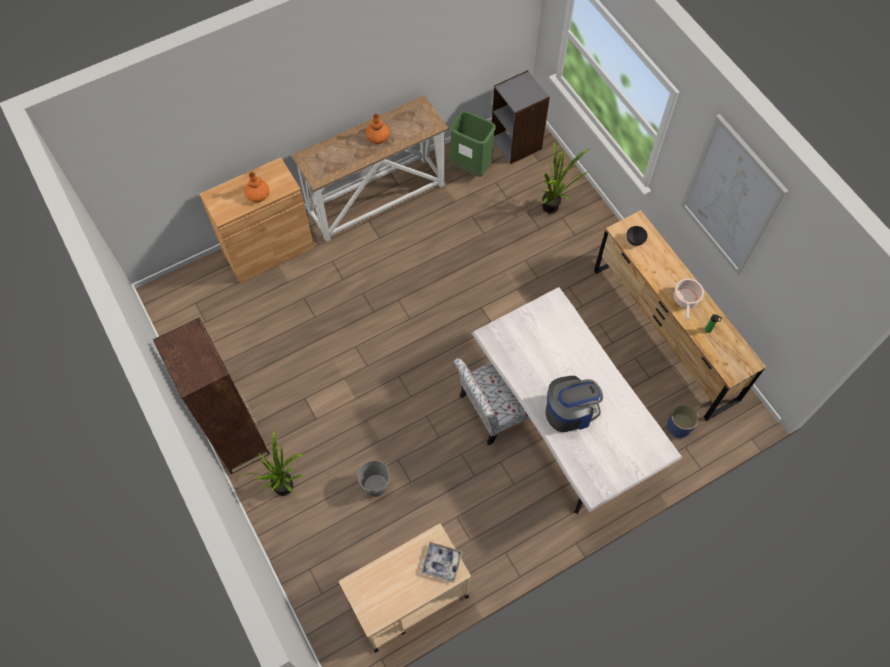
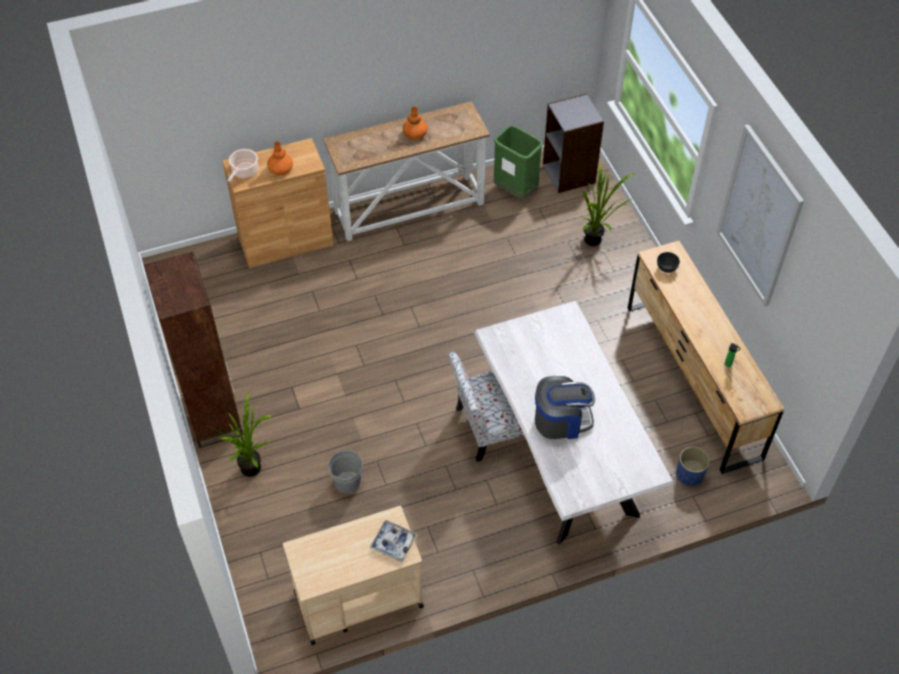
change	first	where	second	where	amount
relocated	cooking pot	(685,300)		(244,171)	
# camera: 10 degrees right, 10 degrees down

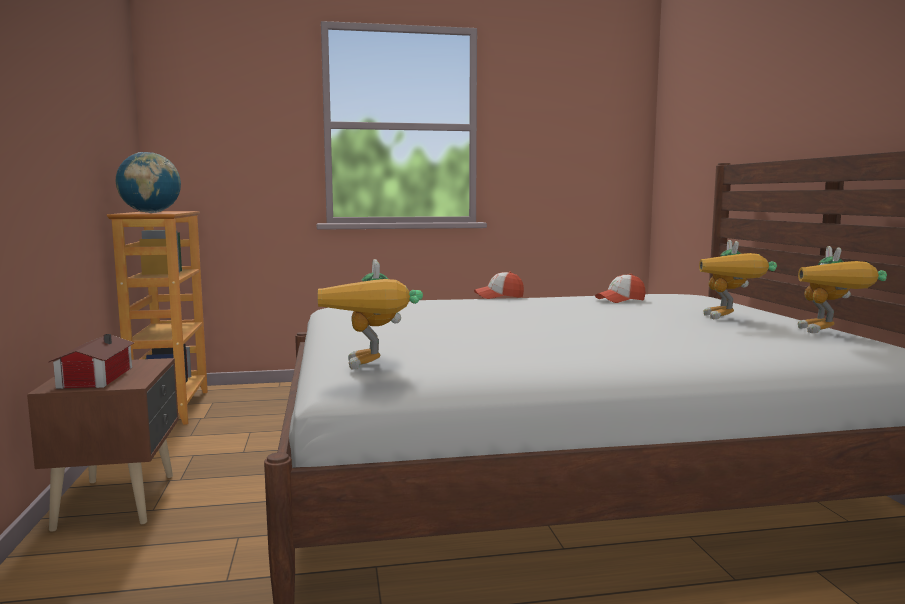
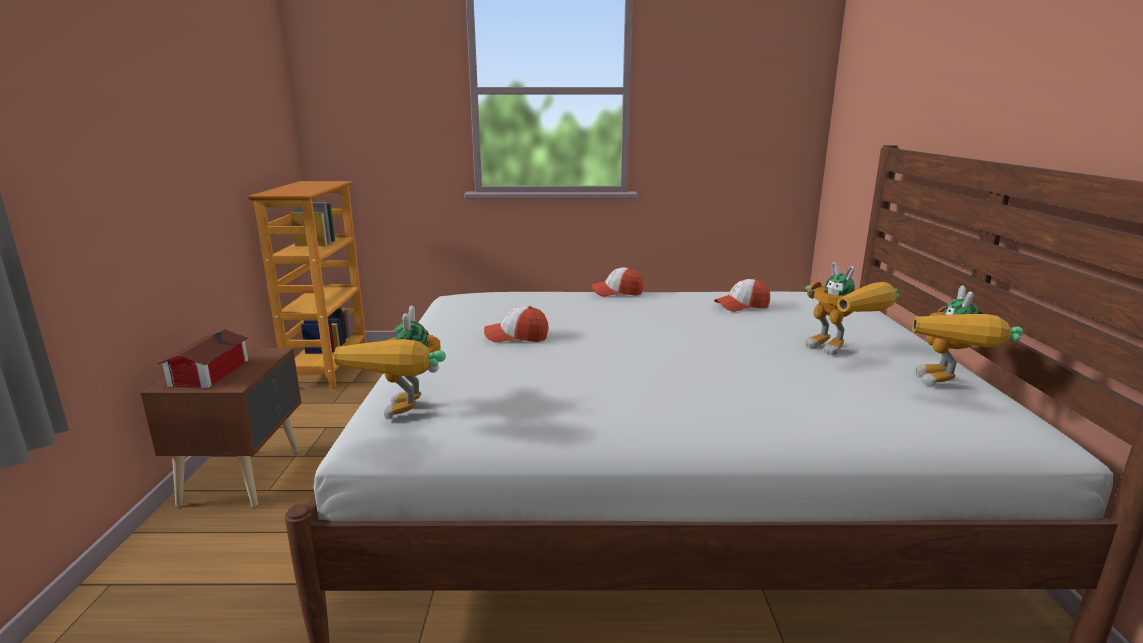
change	first	where	second	where	amount
missing	globe	(150,213)			
spun	toy robot	(729,319)		(842,351)	45 degrees counterclockwise
appeared			baseball cap	(516,337)	
# camera: 10 degrees right, 10 degrees up

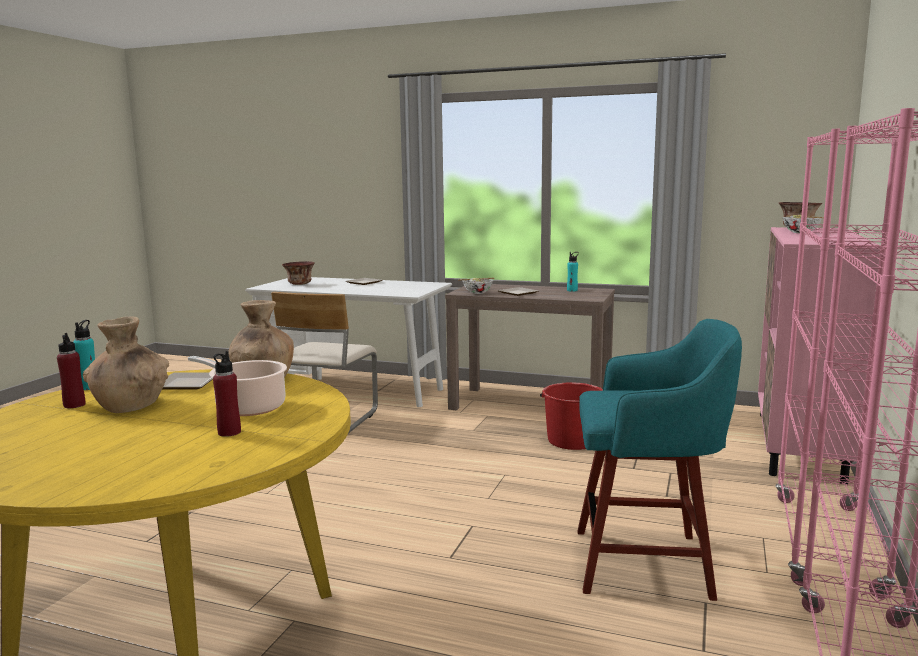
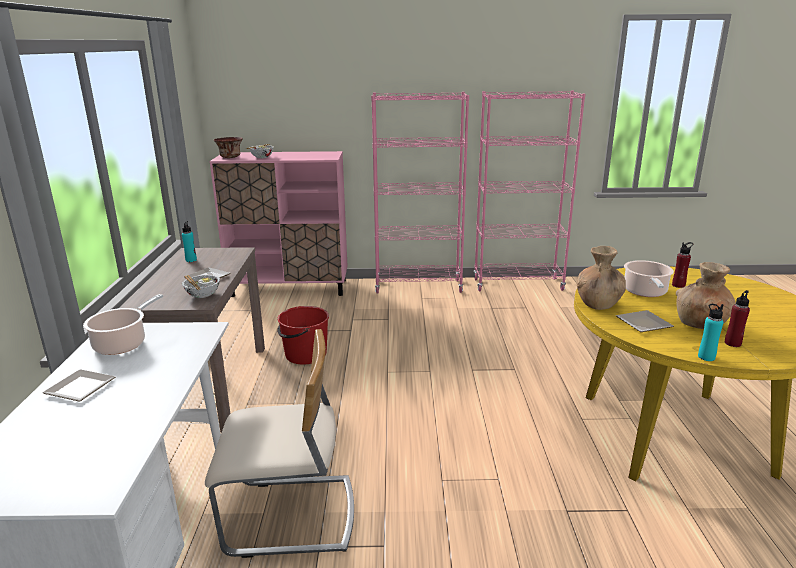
change	first	where	second	where	amount
missing	deep dish	(300,284)			
missing	stool seat/blue-green	(647,563)			
appeared			cooking pot	(123,344)	
# camera: 110 degrees left, 10 degrees up

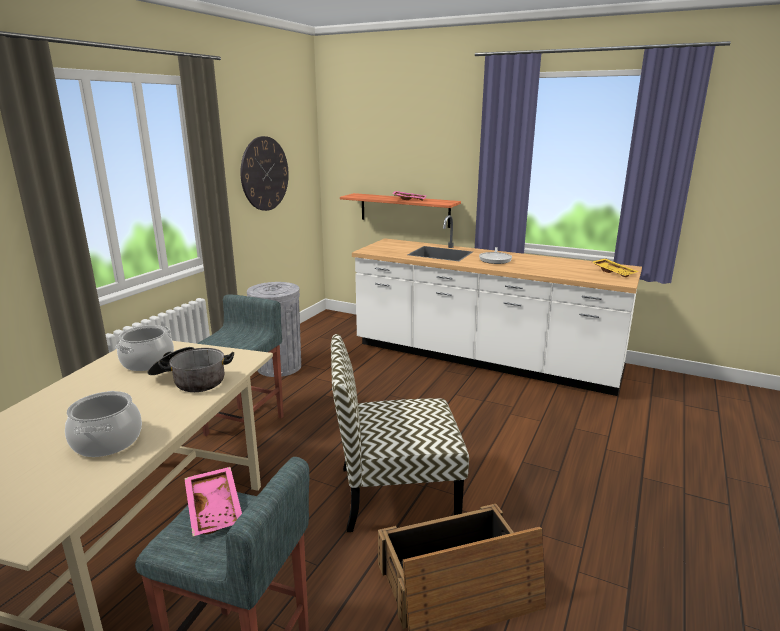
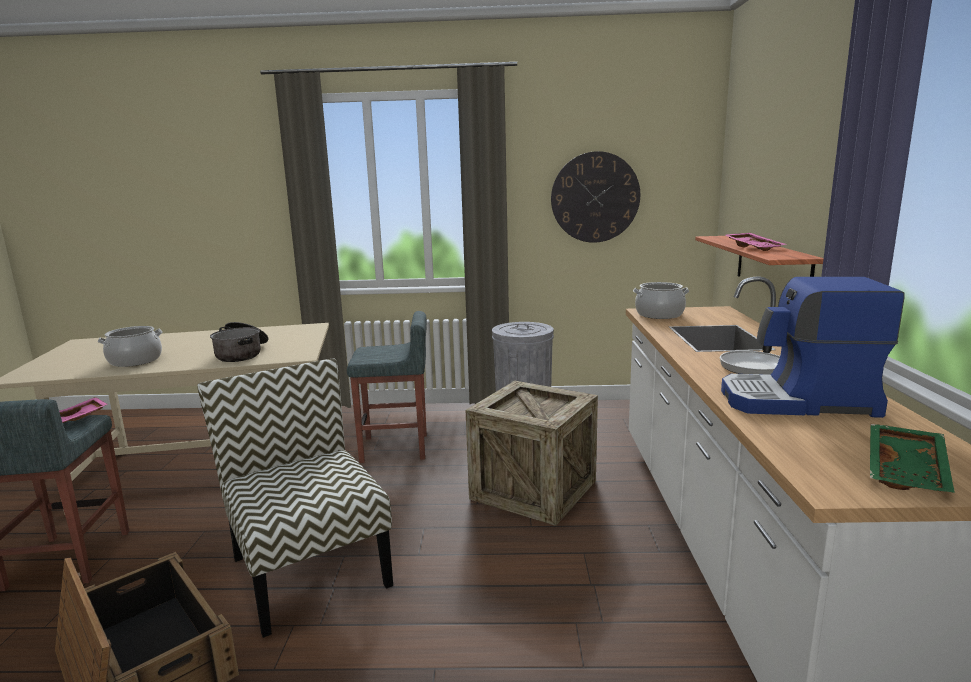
change	first	where	second	where	amount
colour	tray/yellowish	(614,272)	tray/greenish	(908,471)	
relocated	cooking pot	(148,362)		(659,314)	
appeared			coffee machine	(798,402)	
appeared			shipping crate	(533,489)	
# camera: 65 degrees right, 5 degrees down

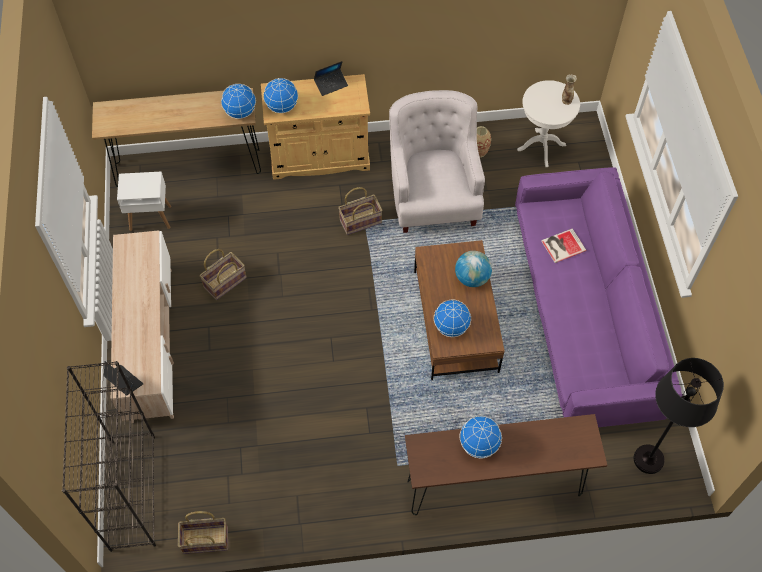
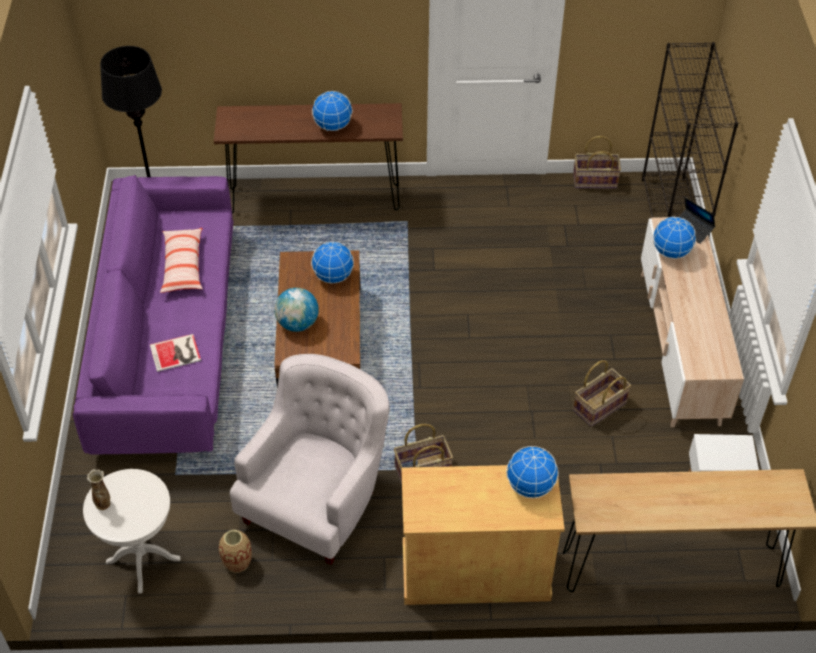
change	first	where	second	where	amount
missing	notebook computer	(331,84)			
relocated	globe	(240,112)		(671,252)	
spun	easy chair/white-coloured	(433,195)		(317,499)	150 degrees counterclockwise
appeared			pillow	(183,266)	
# camera: 175 degrees left, 10 degrees down

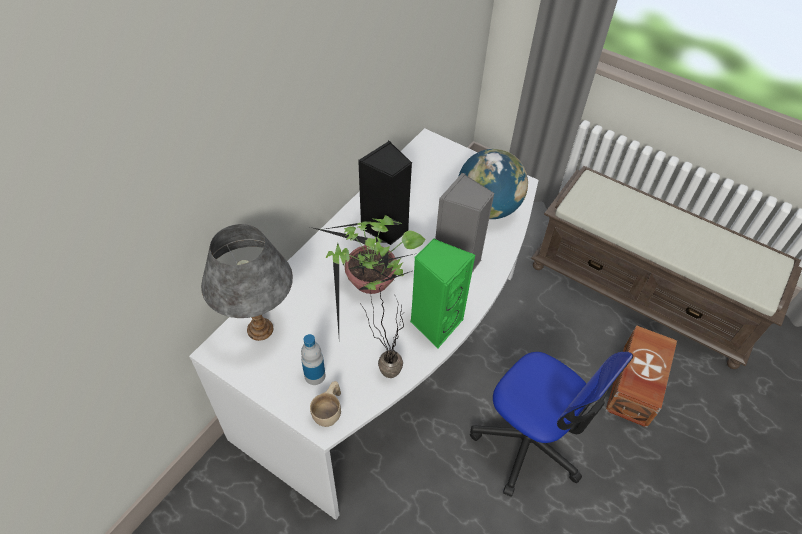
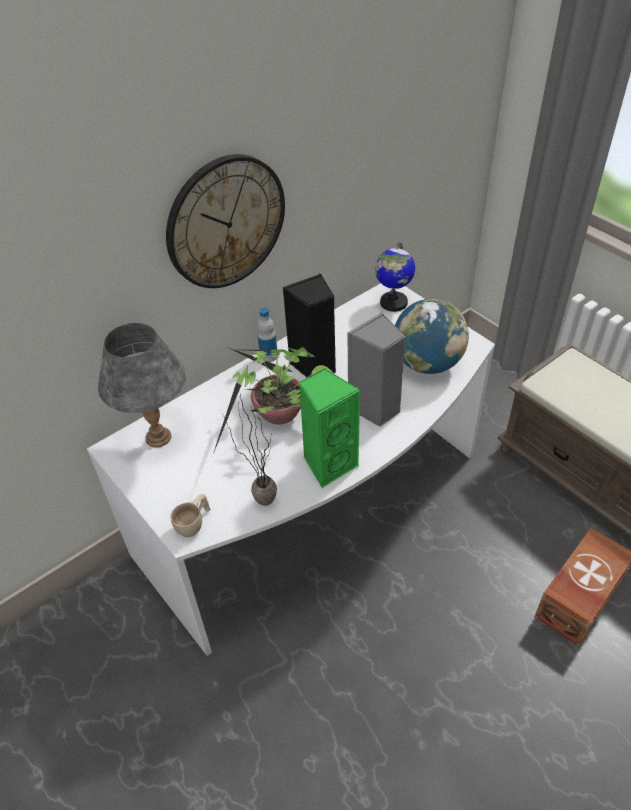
change	first	where	second	where	amount
relocated	bottle	(315,375)		(269,356)	
missing	office chair	(528,442)			
appeared			wall clock	(226,222)	
appeared			globe	(393,303)	
# camera: 20 degrees right, 5 degrees down

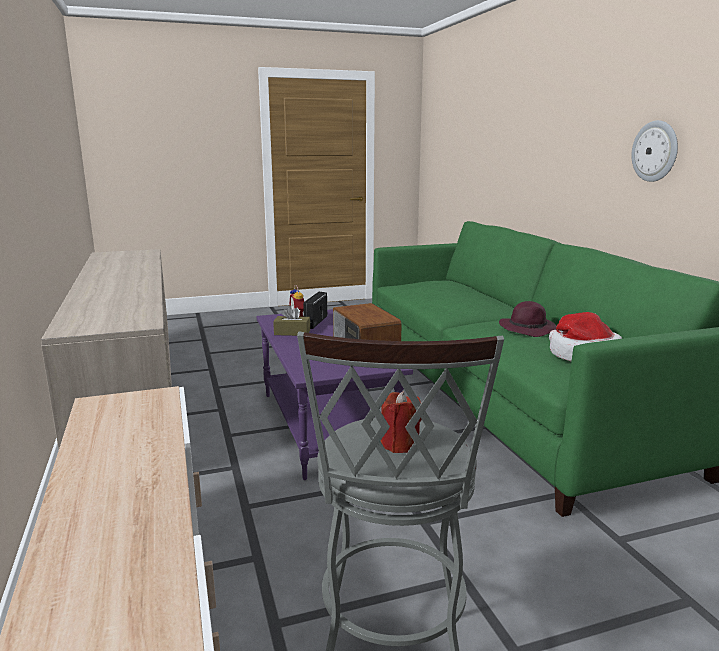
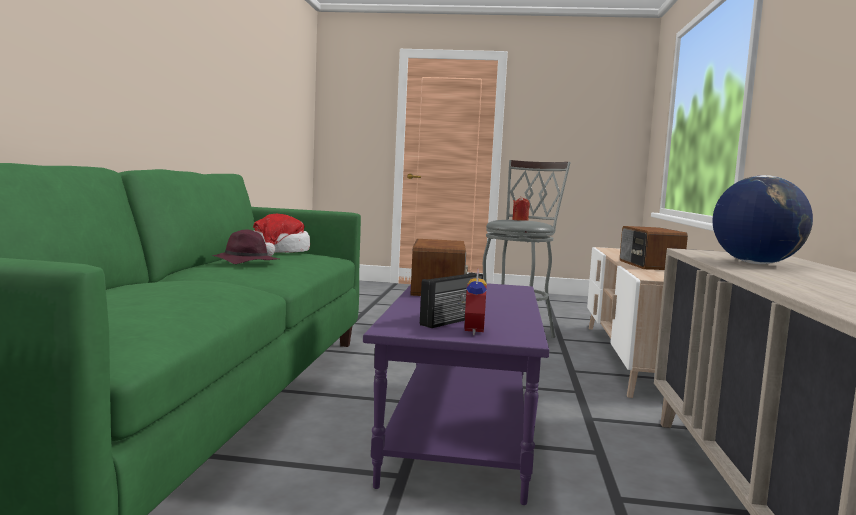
change	first	where	second	where	amount
missing	wall clock	(655,151)			
missing	box of tissues/brownish	(292,332)			
appeared			globe	(755,263)	
appeared			radio	(649,265)	
# camera: 155 degrees left, 10 degrees down

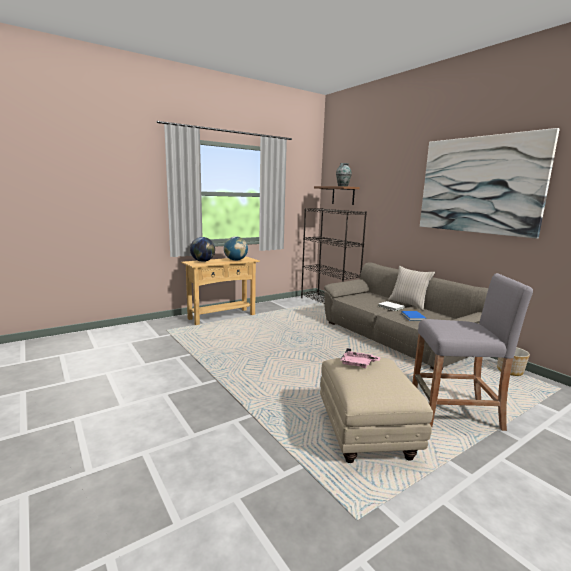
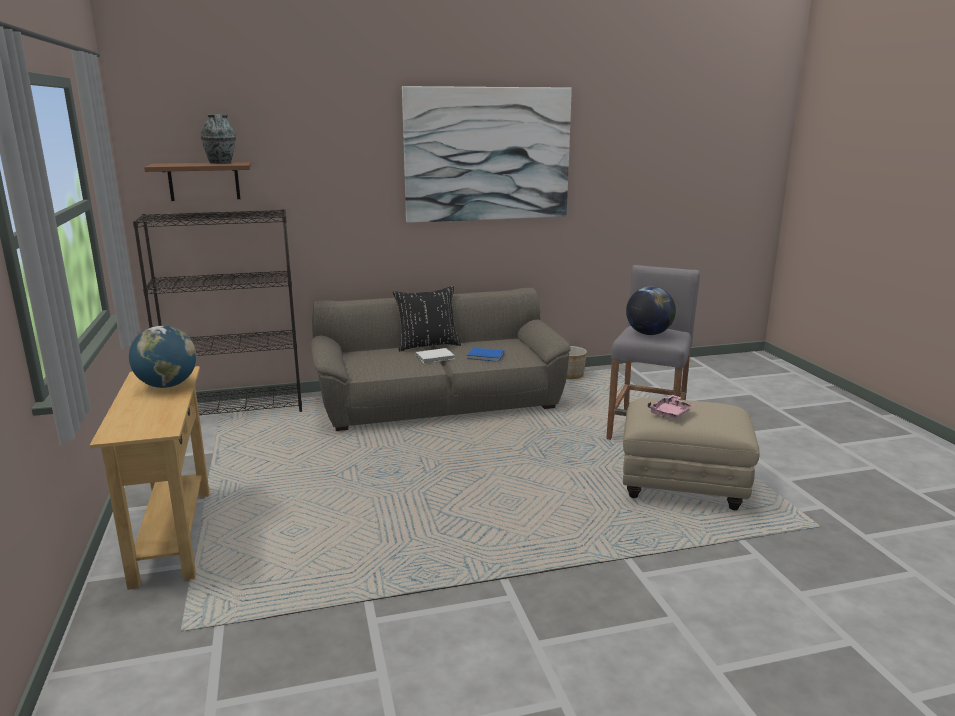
change	first	where	second	where	amount
relocated	globe	(203,261)		(648,334)	
colour	pillow/beige	(408,304)	pillow/black-coloured	(427,345)	
# camera: 70 degrees left, 5 degrees up

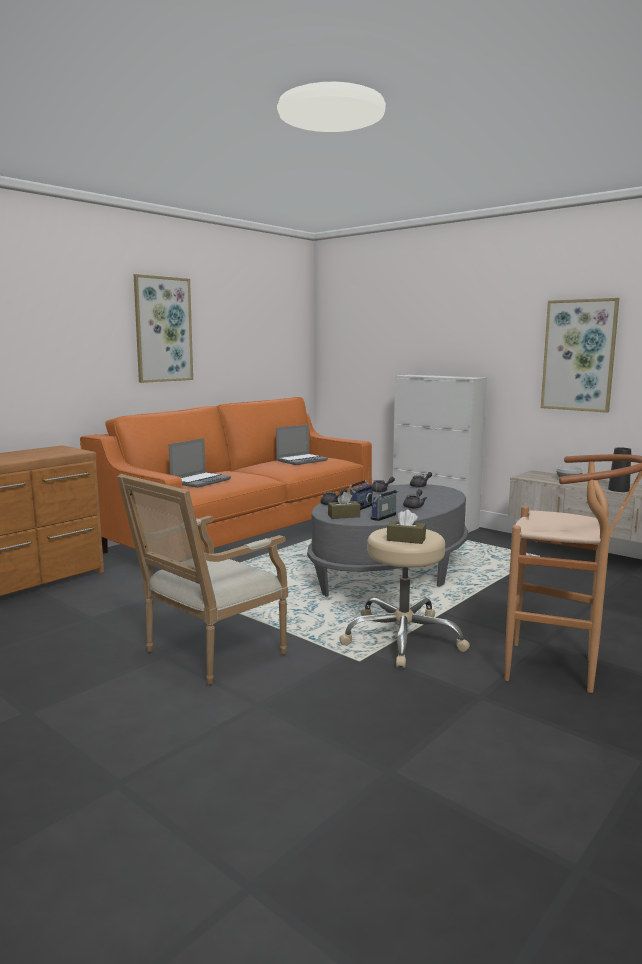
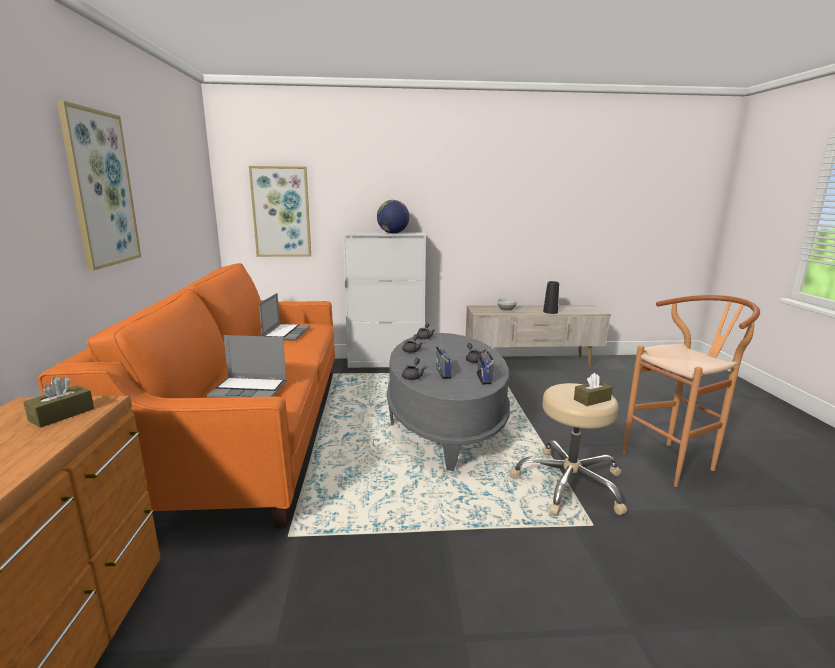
change	first	where	second	where	amount
relocated	wall art	(579,355)		(281,212)	
spun	notebook computer	(200,481)		(250,390)	105 degrees clockwise
missing	easy chair	(208,654)			
relocated	box of tissues/brownish	(343,516)		(62,415)	
appeared			globe	(393,233)	
# camera: 45 degrees left, 5 degrees up

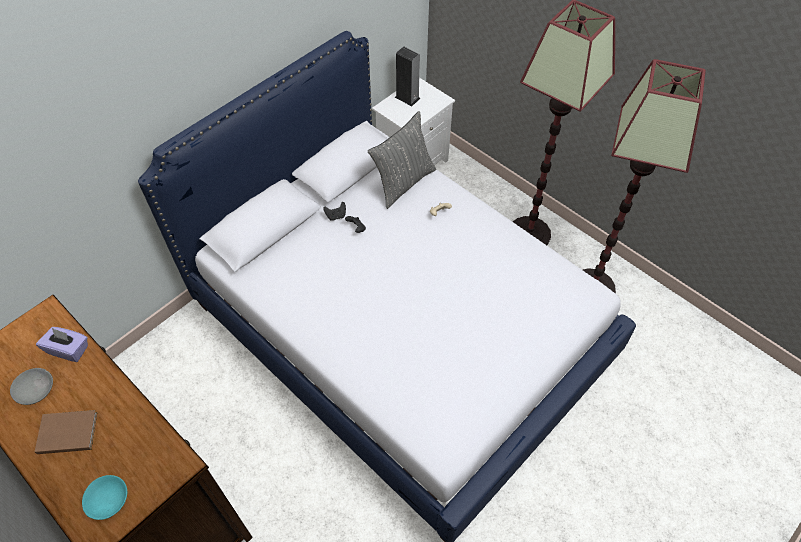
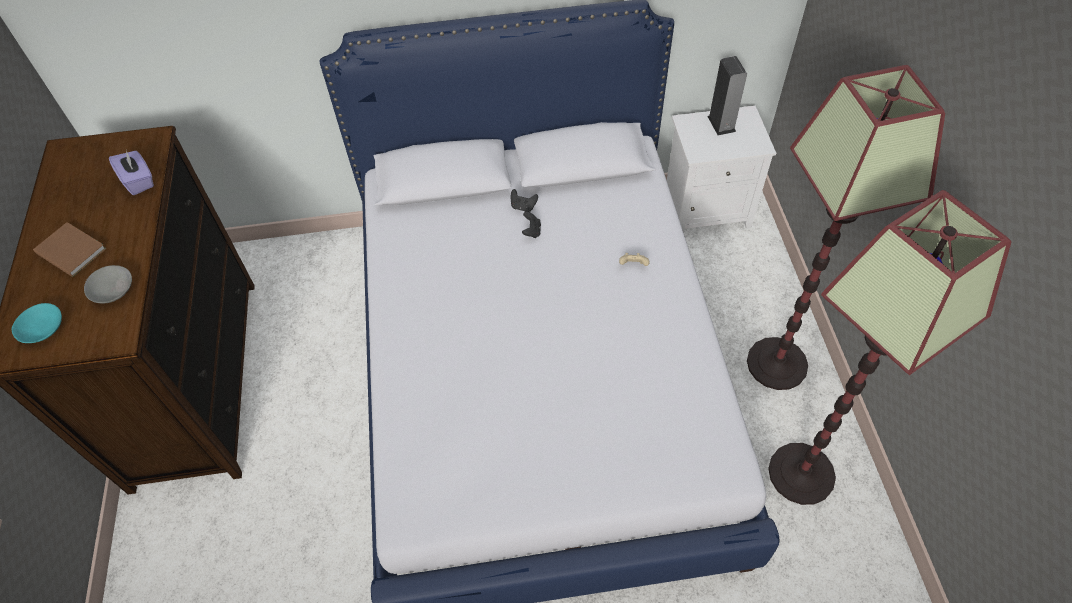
change	first	where	second	where	amount
missing	pillow/grey	(403,183)			
relocated	deep dish/grey	(36,390)		(113,290)	
# camera: 40 degrees right, 0 degrees up

